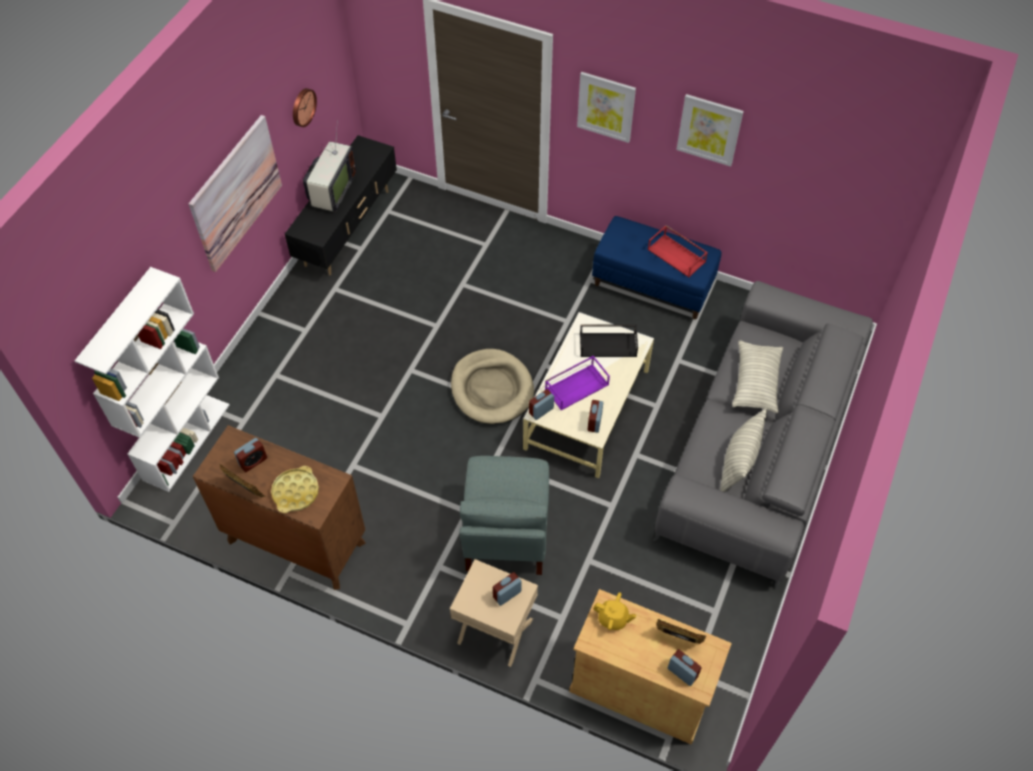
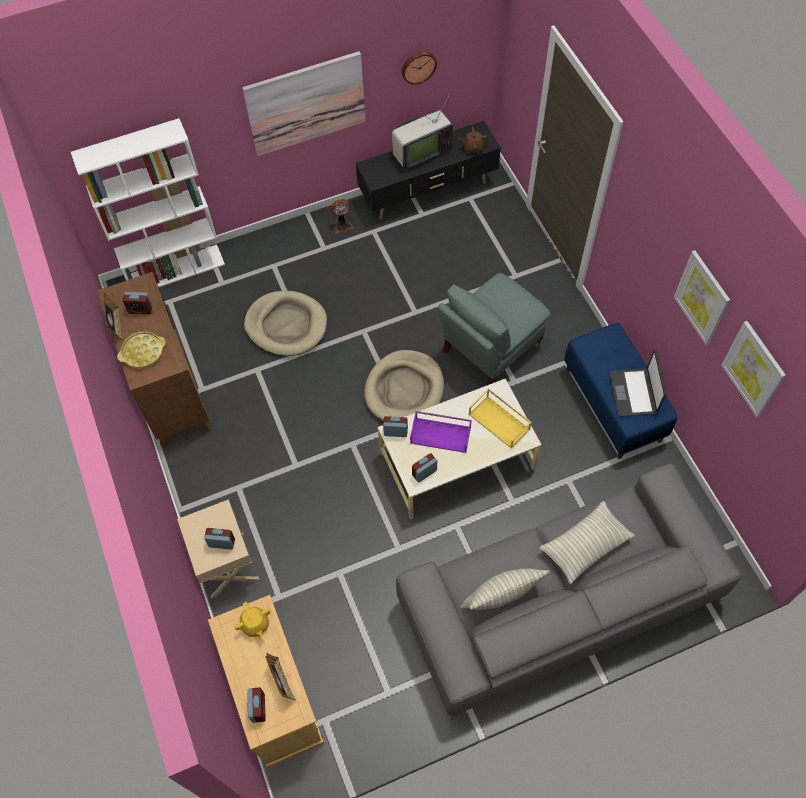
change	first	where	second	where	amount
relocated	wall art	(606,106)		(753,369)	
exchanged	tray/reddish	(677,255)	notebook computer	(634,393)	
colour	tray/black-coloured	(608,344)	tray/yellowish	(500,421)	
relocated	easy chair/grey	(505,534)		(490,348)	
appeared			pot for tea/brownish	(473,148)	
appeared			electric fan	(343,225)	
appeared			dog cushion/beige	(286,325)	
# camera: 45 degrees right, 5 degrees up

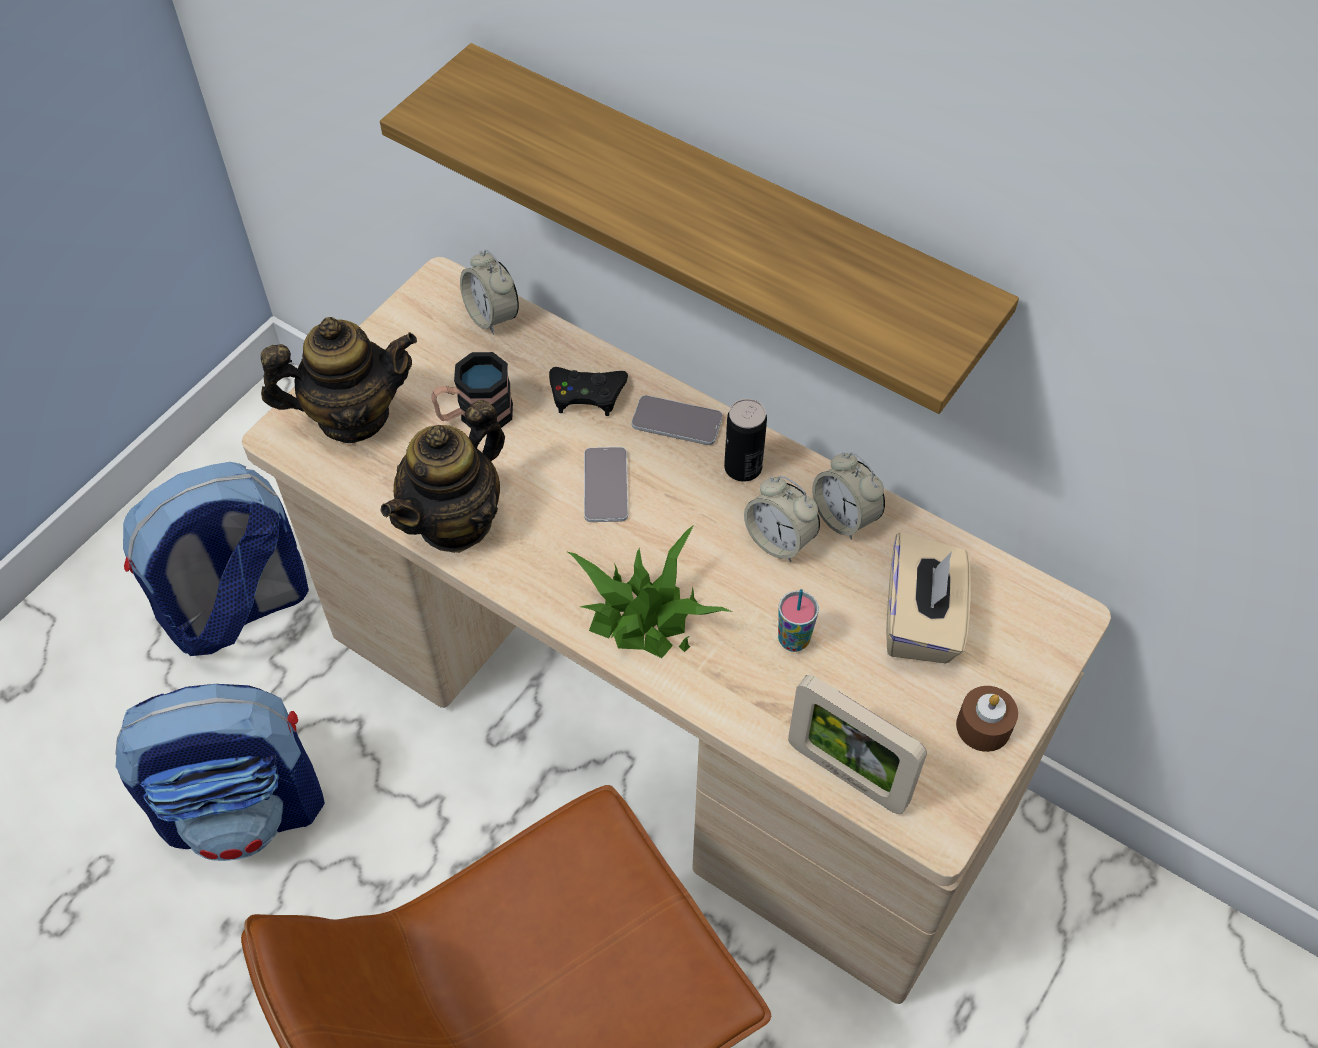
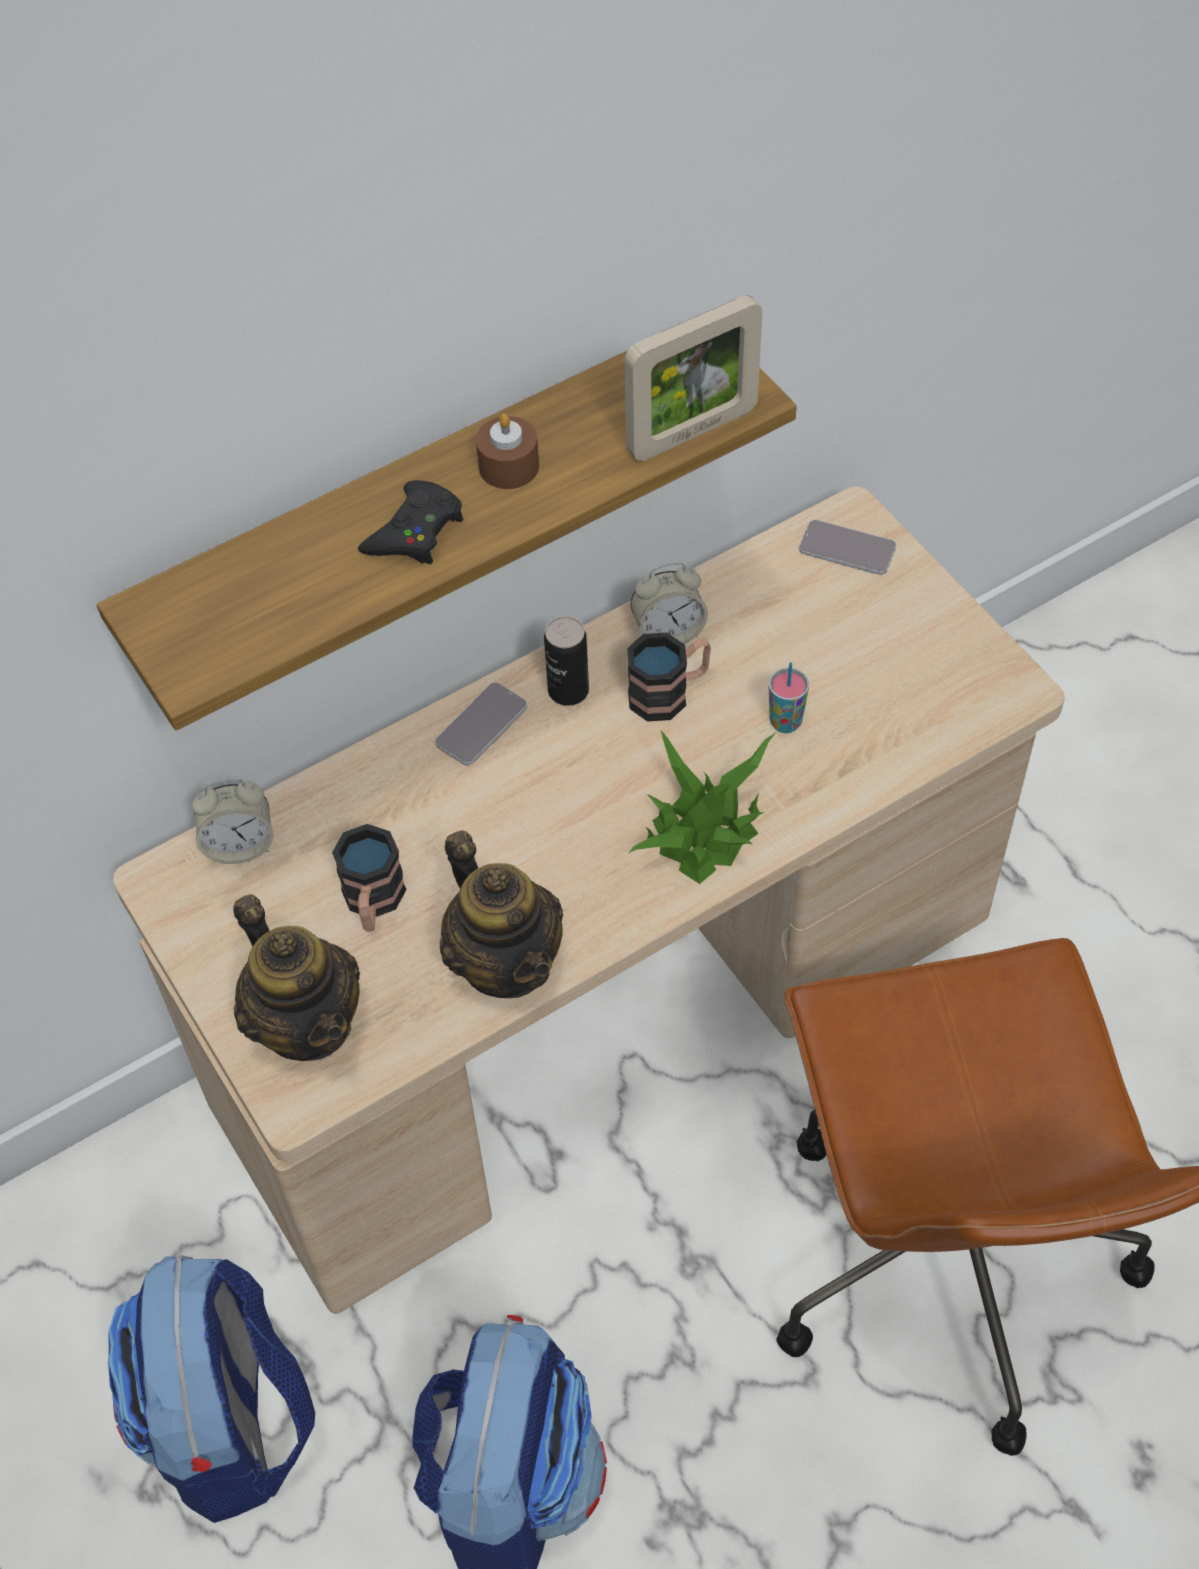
change	first	where	second	where	amount
spun	pot for tea	(353,416)		(307,1023)	135 degrees clockwise
relocated	gamepad/black-coloured	(586,394)		(415,531)	
relocated	phone	(605,485)		(847,549)	
exchanged	alarm clock	(779,540)	coffee mug	(669,692)	
missing	box of tissues/beige	(921,620)			
relocated	standing frame	(847,775)		(692,432)	
relocated	wax candle/brownish	(983,726)		(508,466)	
# camera: 65 degrees left, 0 degrees up

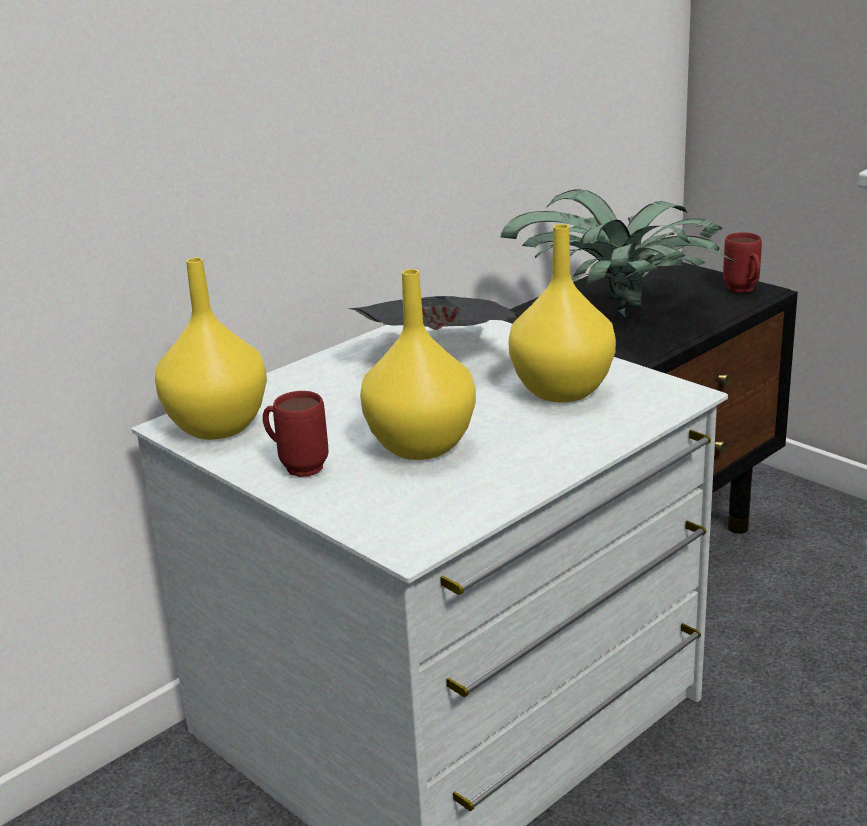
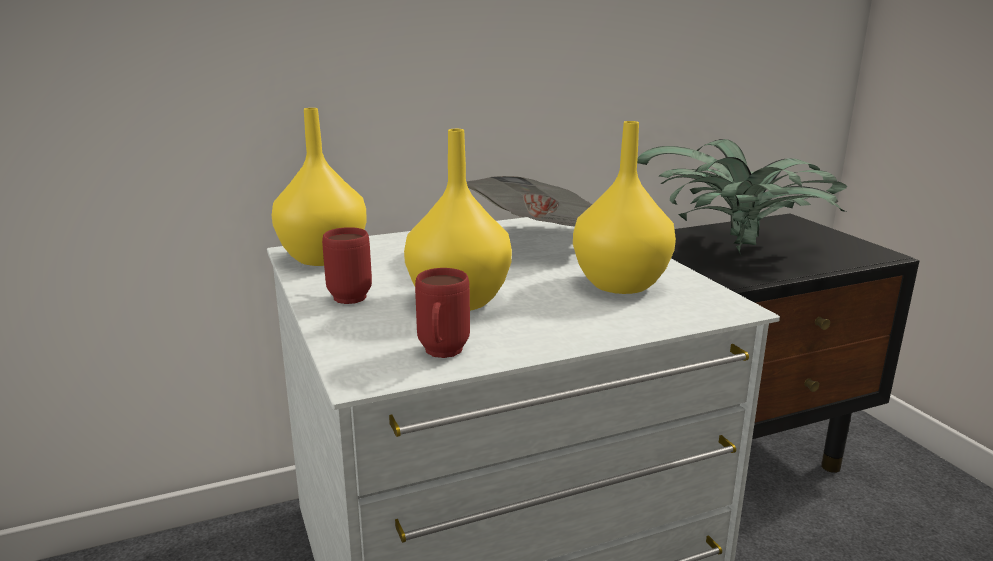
change	first	where	second	where	amount
relocated	coffee mug/reddish	(743,291)		(441,355)	
# camera: 20 degrees right, 5 degrees down

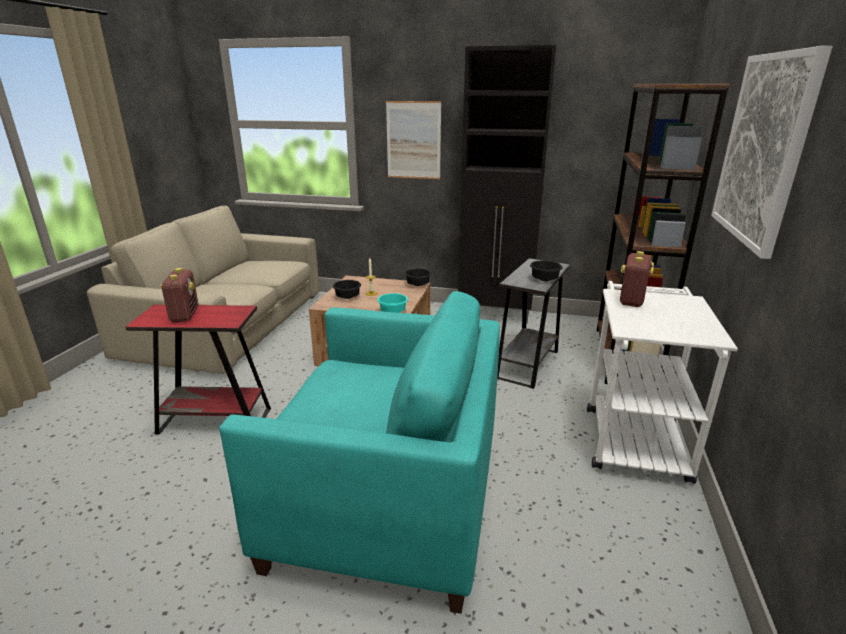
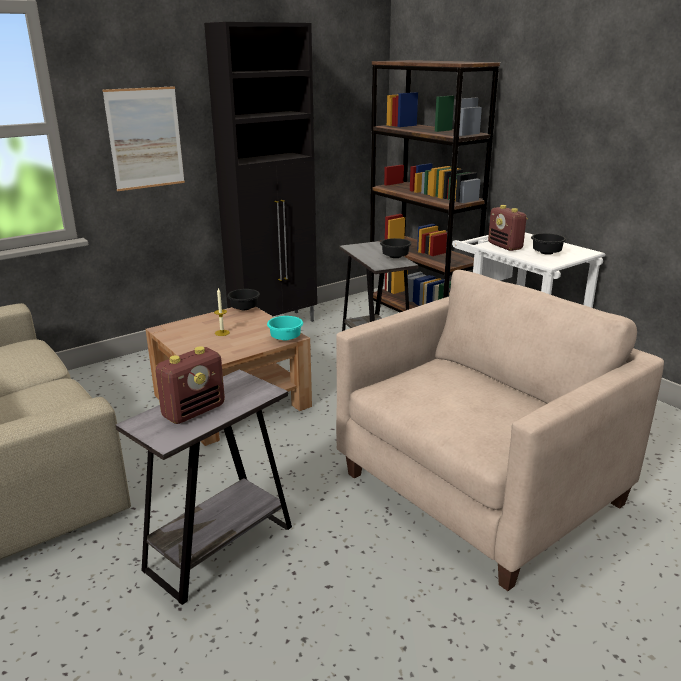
change	first	where	second	where	amount
missing	wall art	(763,149)			
spun	radio	(184,315)		(194,411)	105 degrees clockwise
relocated	deep dish/black-coloured	(348,297)		(547,253)	
colour	easy chair/blue-green	(387,500)	easy chair/beige	(478,488)	
colour	accent table/reddish	(215,421)	accent table/grey	(219,548)	
# camera: 50 degrees left, 0 degrees up

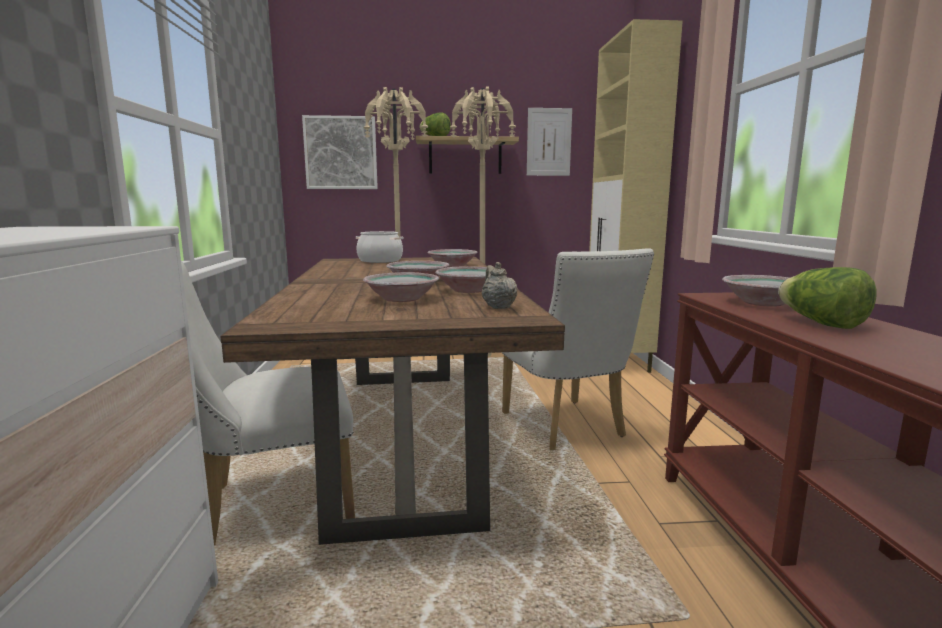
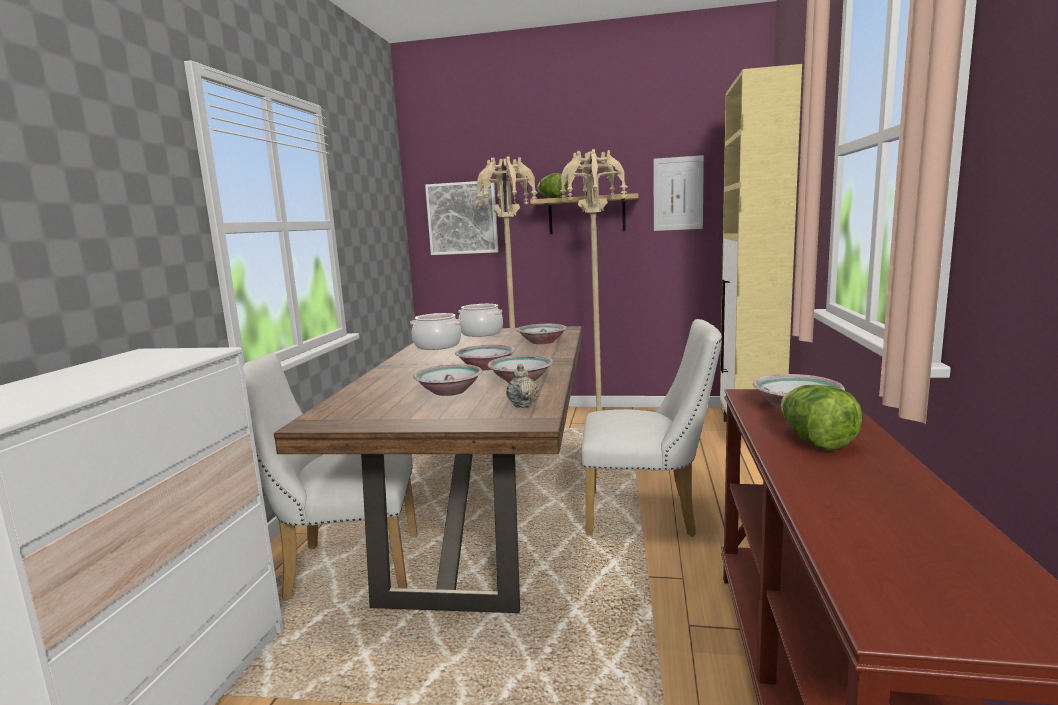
change	first	where	second	where	amount
spun	upright chair/white-coloured	(567,428)		(649,514)	75 degrees counterclockwise
appeared			cooking pot	(437,346)	
# camera: 15 degrees right, 0 degrees up

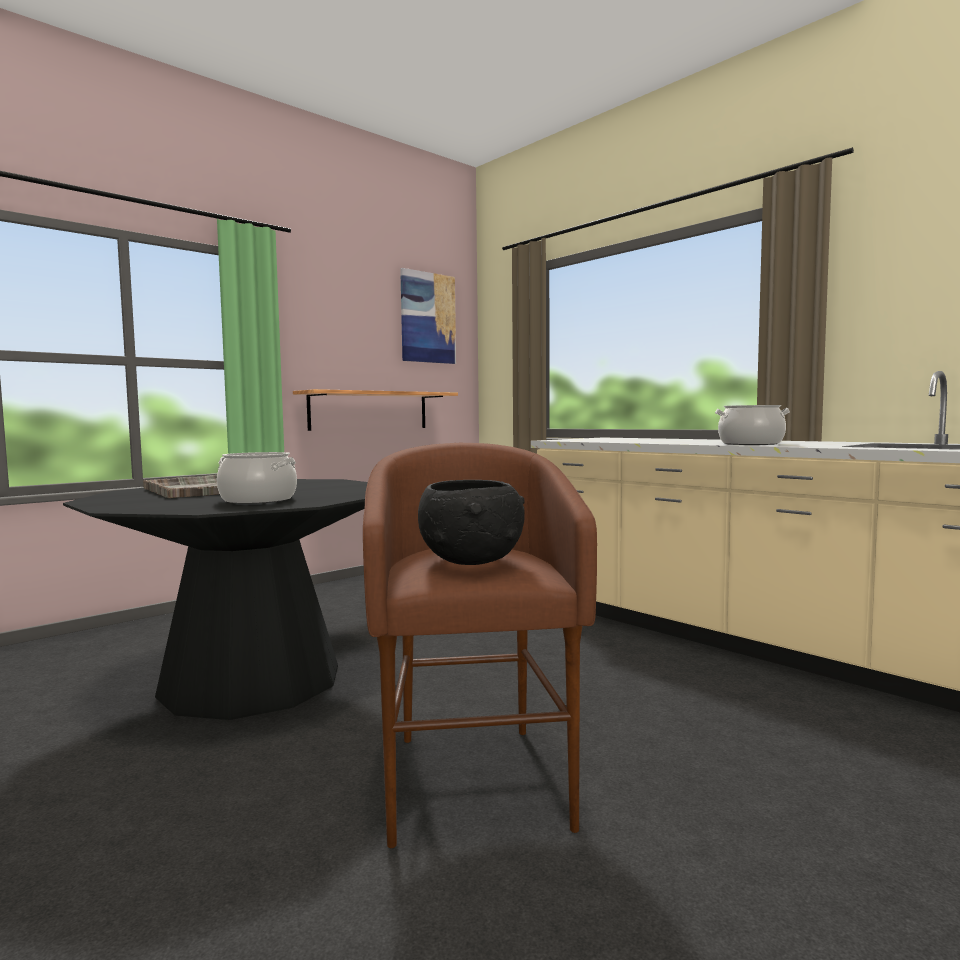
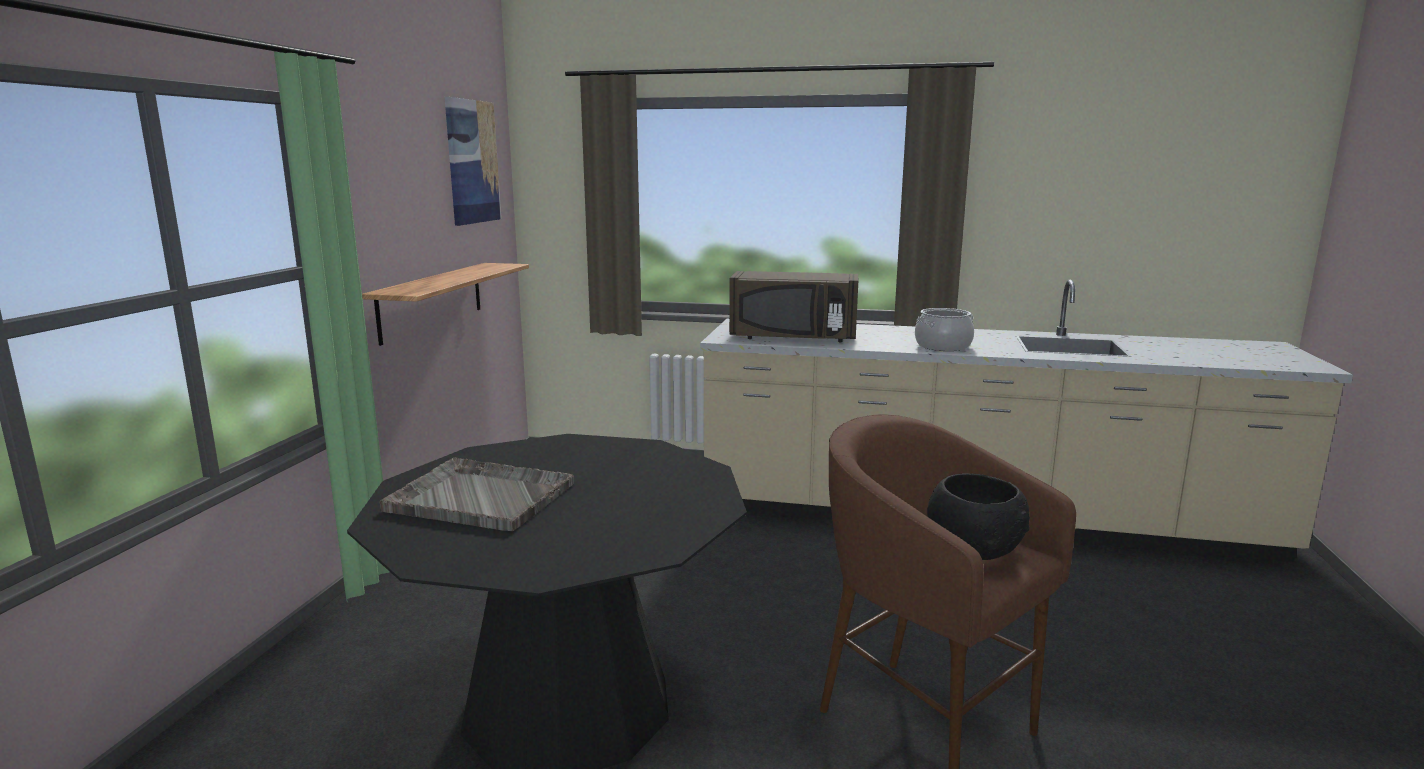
change	first	where	second	where	amount
missing	cooking pot	(258,500)			
appeared			kitchen microwave/brownish	(793,338)	
# camera: 35 degrees left, 10 degrees up

